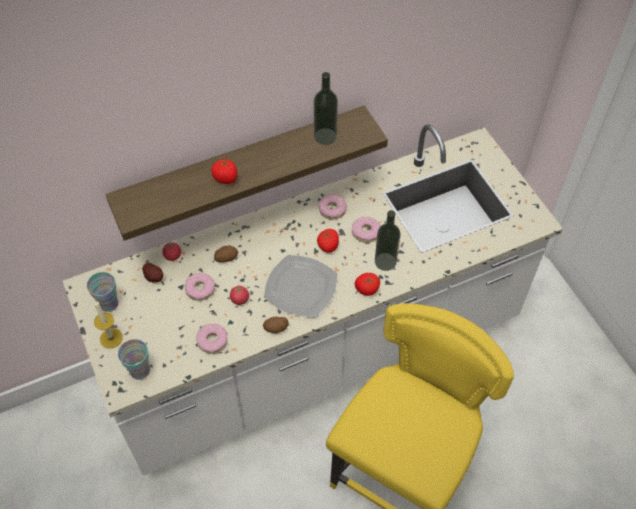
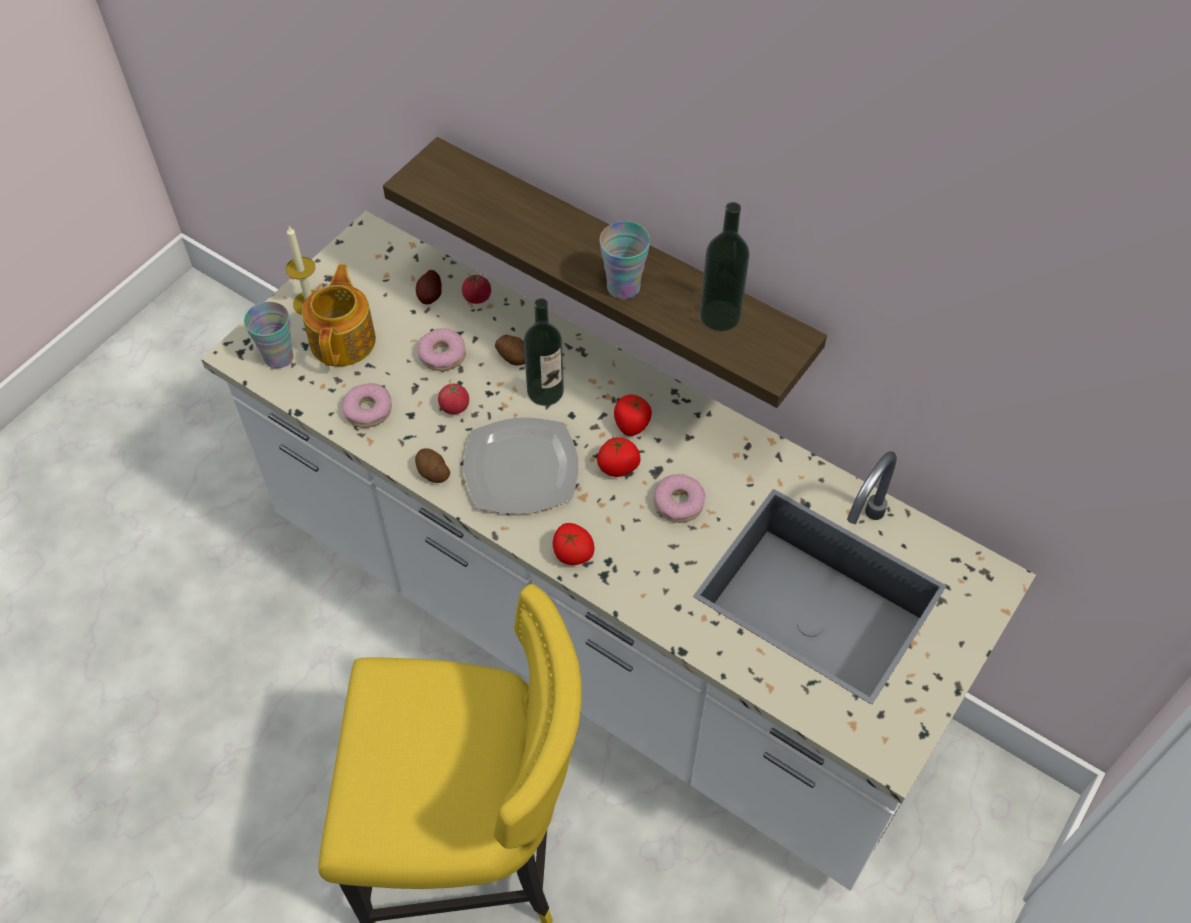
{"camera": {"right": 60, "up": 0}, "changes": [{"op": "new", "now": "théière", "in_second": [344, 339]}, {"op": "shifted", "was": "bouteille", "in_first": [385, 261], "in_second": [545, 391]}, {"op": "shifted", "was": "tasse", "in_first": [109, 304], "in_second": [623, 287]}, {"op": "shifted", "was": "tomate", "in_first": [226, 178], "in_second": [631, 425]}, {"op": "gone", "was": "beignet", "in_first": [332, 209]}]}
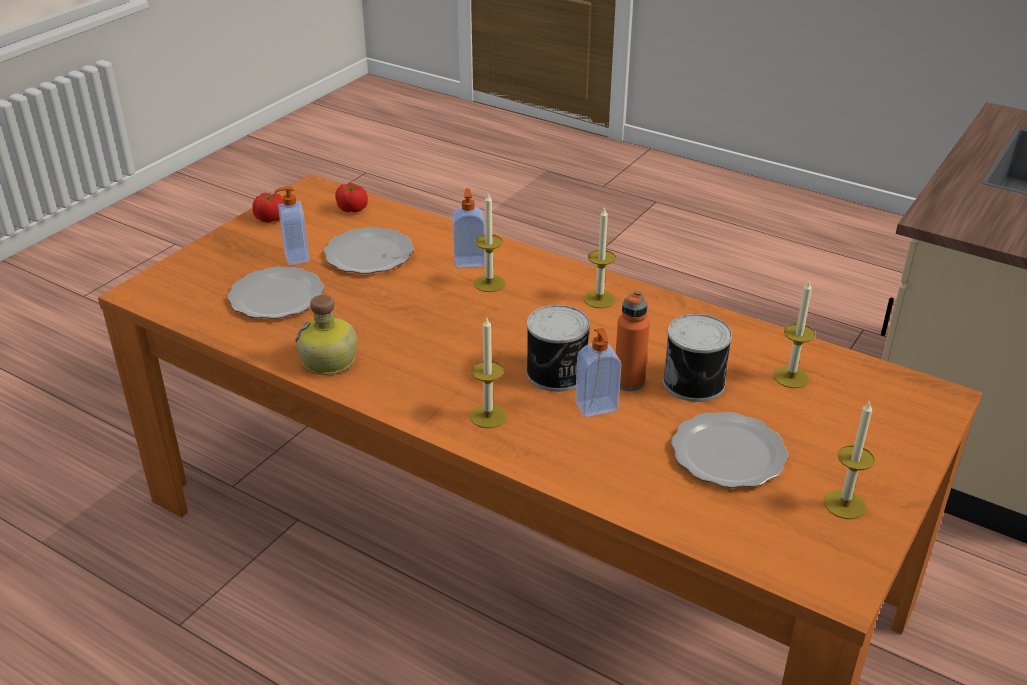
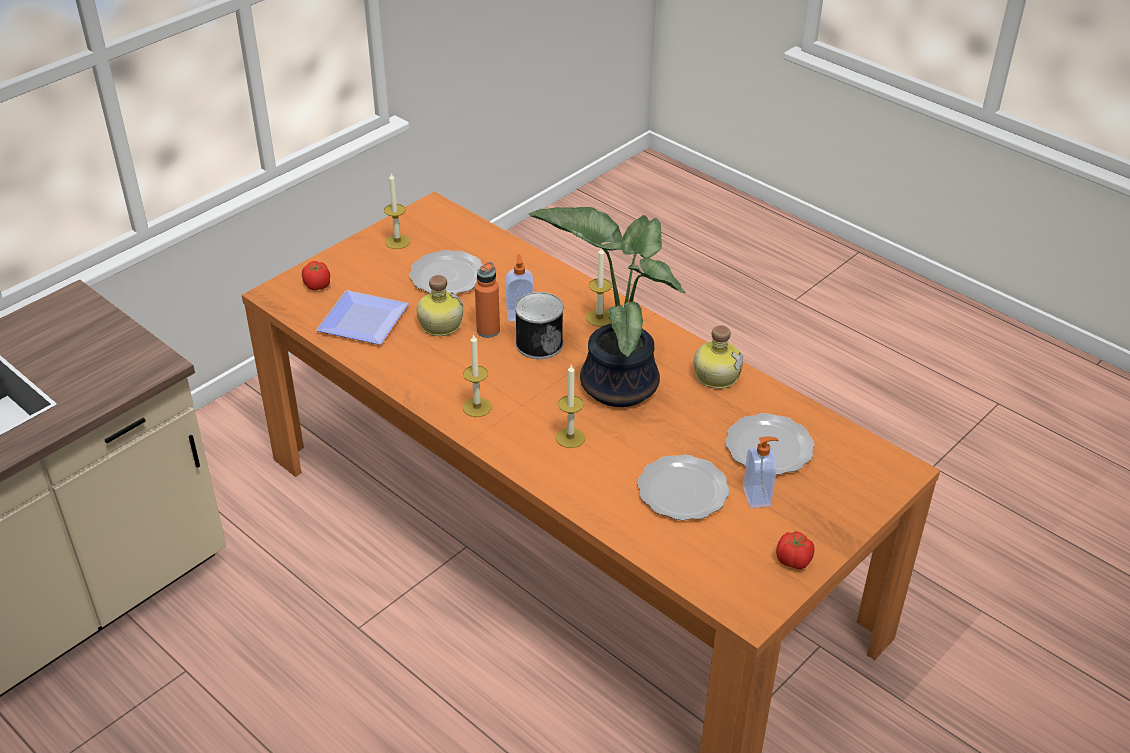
{"camera": {"right": -170, "up": 5}, "changes": [{"op": "shifted", "was": "tomate", "in_first": [352, 209], "in_second": [317, 286]}, {"op": "swapped", "was": "bougie", "now": "assiette", "in_first": [791, 377], "in_second": [366, 320]}, {"op": "swapped", "was": "boîte métallique", "now": "bouteille", "in_first": [695, 382], "in_second": [439, 324]}, {"op": "new", "now": "plante en pot", "in_second": [616, 383]}, {"op": "gone", "was": "distributeur de savon", "in_first": [469, 261]}]}
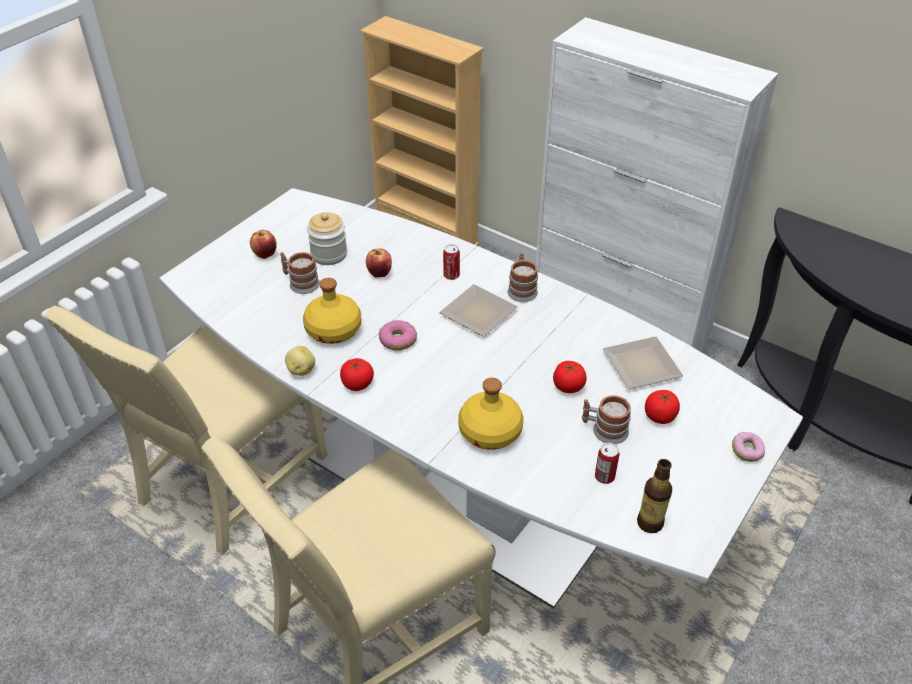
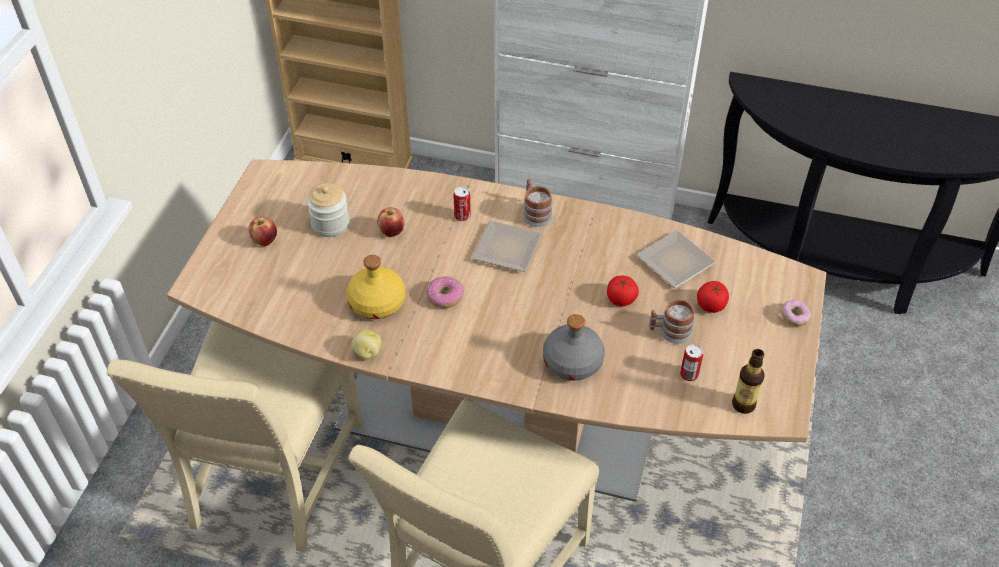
{"camera": {"right": -20, "up": 5}, "changes": [{"op": "repainted", "was": "table à manger (blanc)", "now": "table à manger (marron)", "in_first": [456, 487], "in_second": [500, 415]}, {"op": "repainted", "was": "bouteille (jaune)", "now": "bouteille (gris)", "in_first": [490, 432], "in_second": [572, 362]}, {"op": "gone", "was": "mug", "in_first": [300, 283]}, {"op": "gone", "was": "tomate", "in_first": [357, 384]}]}
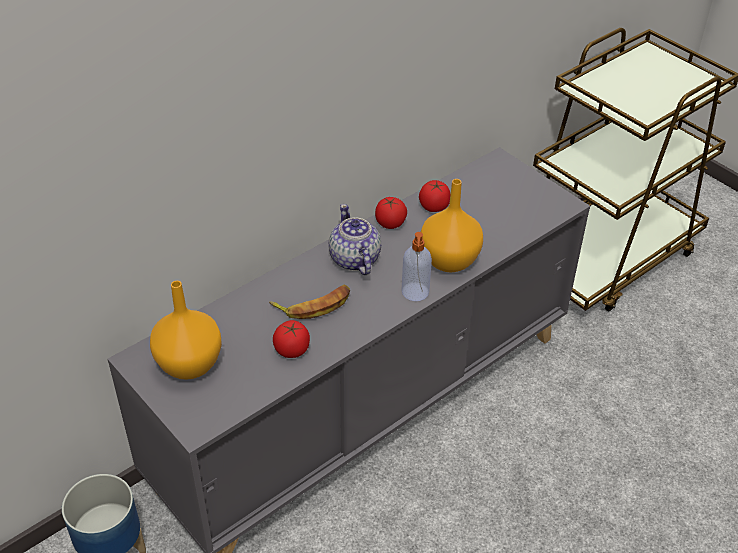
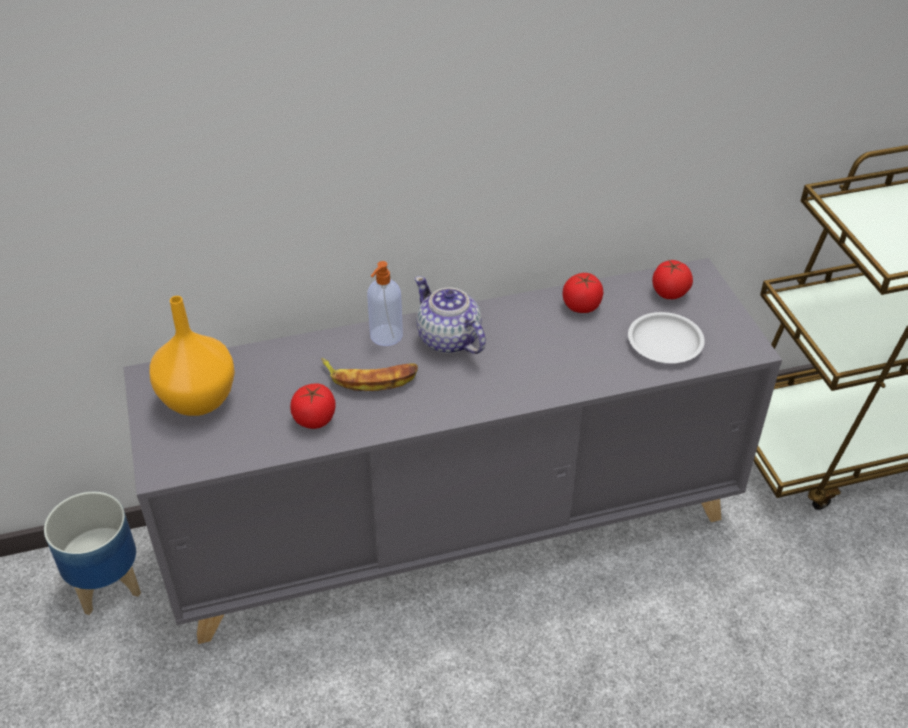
{"camera": {"right": 25, "up": 0}, "changes": [{"op": "shifted", "was": "distributeur de savon", "in_first": [415, 292], "in_second": [385, 336]}, {"op": "rotated", "was": "théière", "in_first": [354, 259], "in_second": [448, 340], "clockwise": -45}, {"op": "new", "now": "assiette (blanc)", "in_second": [665, 342]}, {"op": "shifted", "was": "tomate", "in_first": [390, 223], "in_second": [669, 293]}, {"op": "gone", "was": "vase (orange)", "in_first": [448, 261]}]}
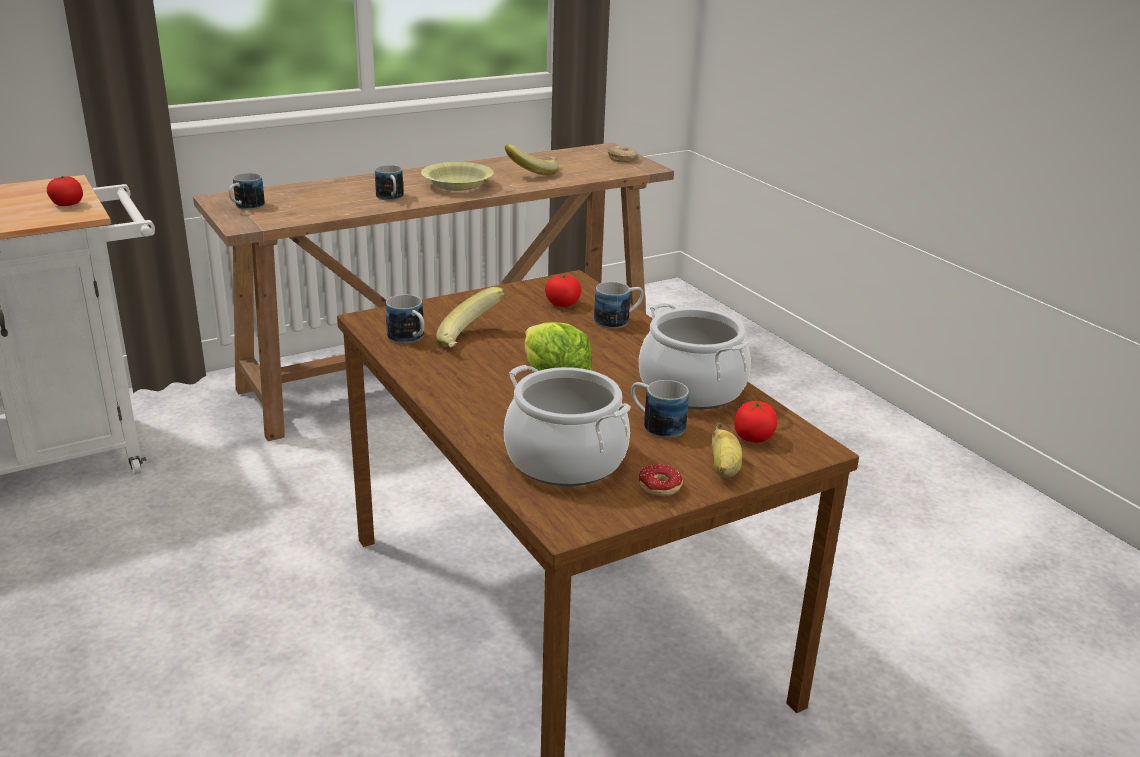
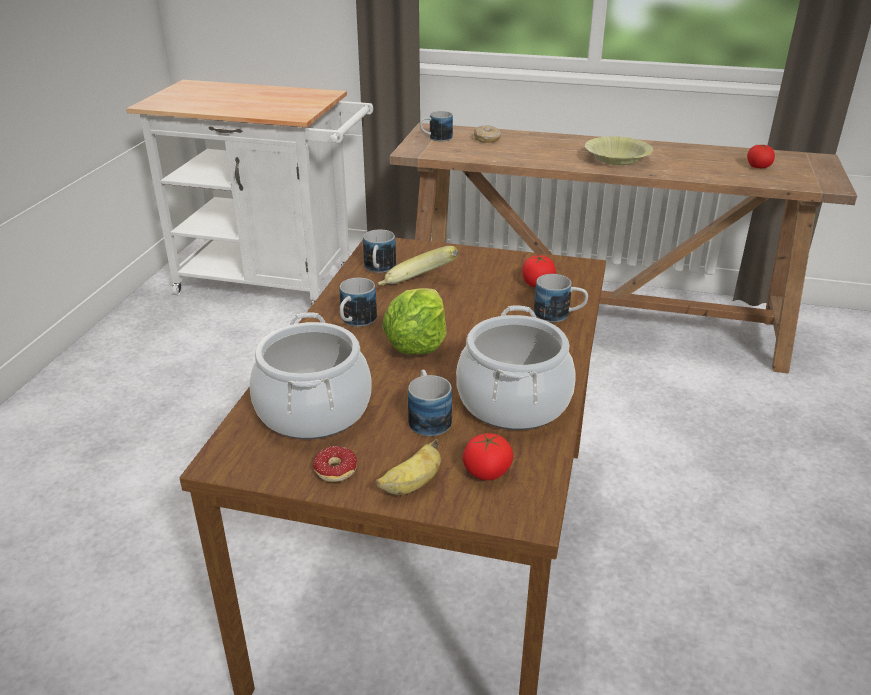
{"camera": {"right": 45, "up": 5}, "changes": [{"op": "shifted", "was": "mug", "in_first": [391, 198], "in_second": [355, 322]}, {"op": "shifted", "was": "beignet", "in_first": [622, 159], "in_second": [487, 139]}, {"op": "shifted", "was": "tomate", "in_first": [67, 204], "in_second": [758, 167]}, {"op": "gone", "was": "banane", "in_first": [533, 172]}]}
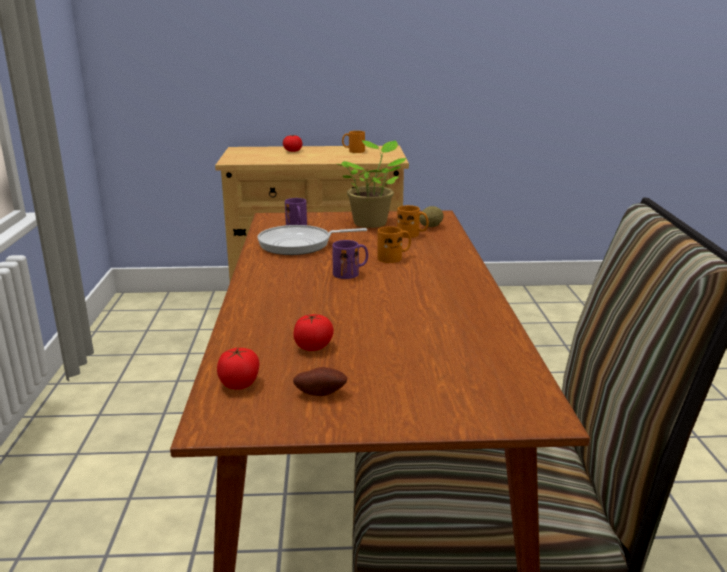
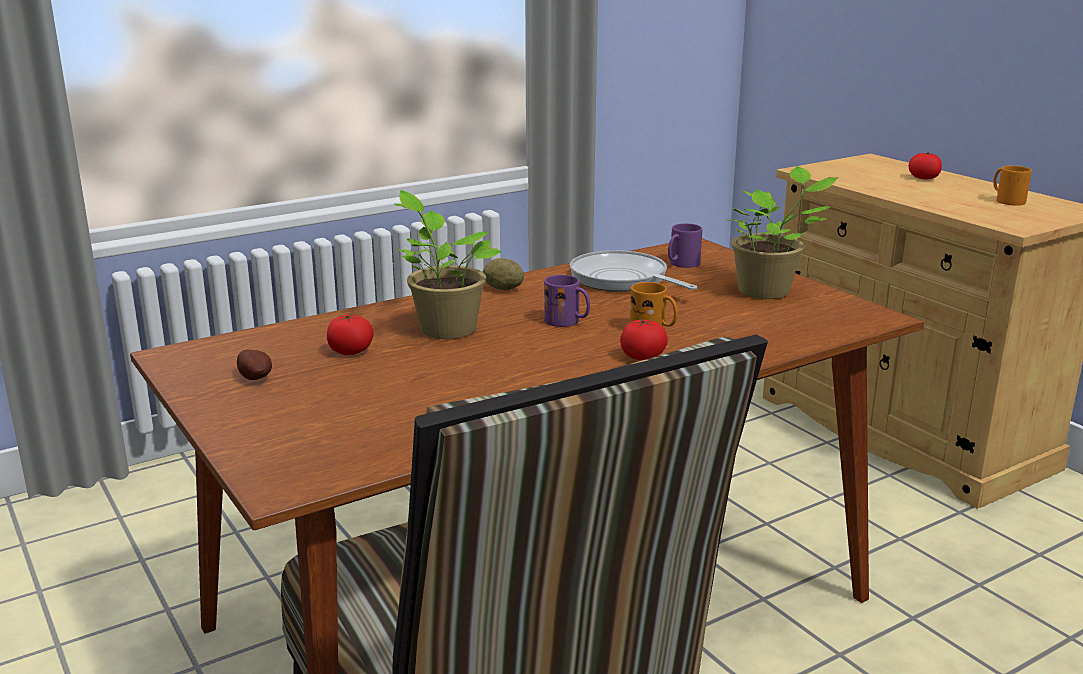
{"camera": {"right": 60, "up": 0}, "changes": [{"op": "new", "now": "plante en pot", "in_second": [444, 328]}, {"op": "shifted", "was": "pomme de terre", "in_first": [430, 226], "in_second": [503, 289]}, {"op": "shifted", "was": "tomate", "in_first": [239, 384], "in_second": [643, 357]}, {"op": "gone", "was": "mug (orange)", "in_first": [412, 235]}]}
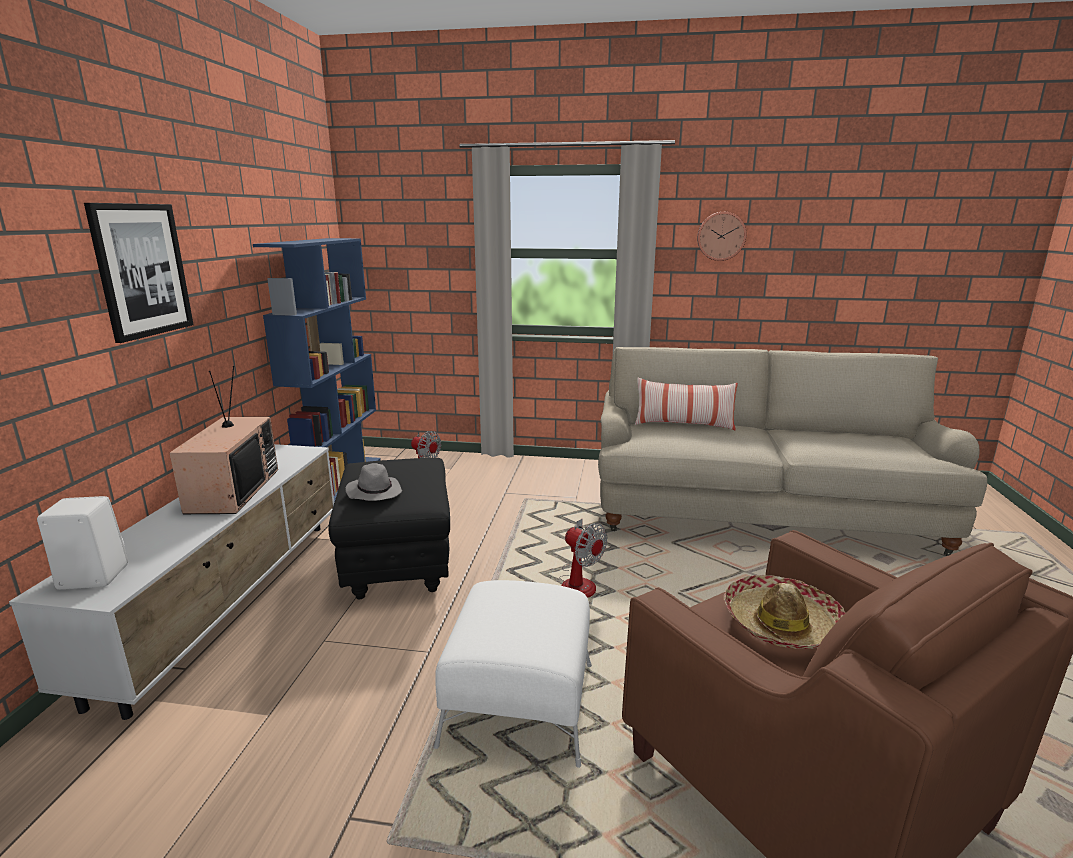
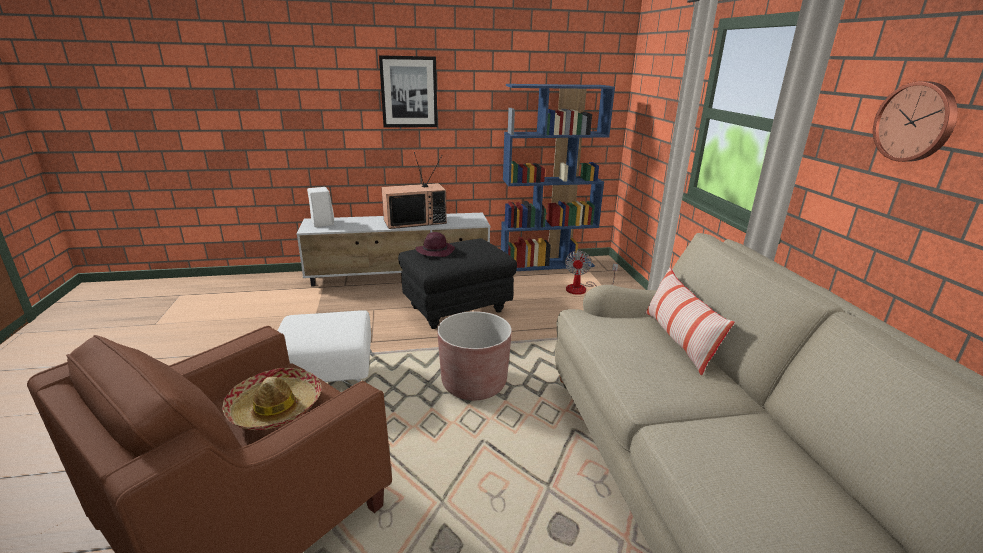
{"camera": {"right": 70, "up": 5}, "changes": [{"op": "repainted", "was": "chapeau (gris)", "now": "chapeau (violet)", "in_first": [374, 492], "in_second": [435, 251]}, {"op": "swapped", "was": "ventilateur", "now": "cache-pot (marron)", "in_first": [579, 582], "in_second": [474, 384]}]}
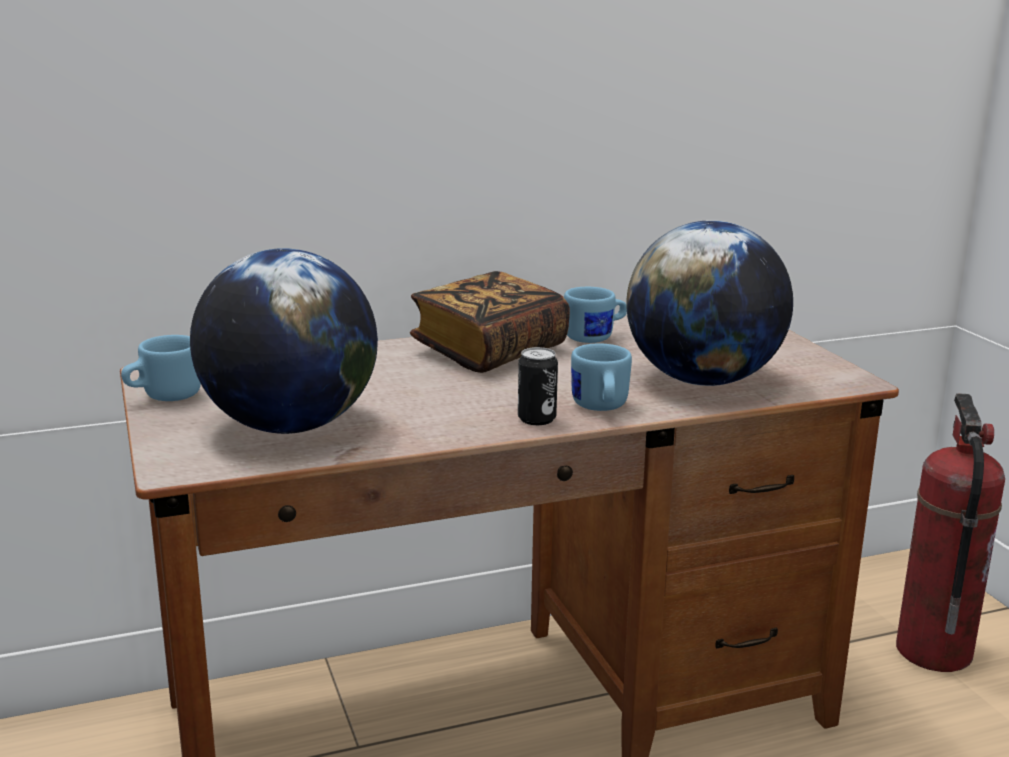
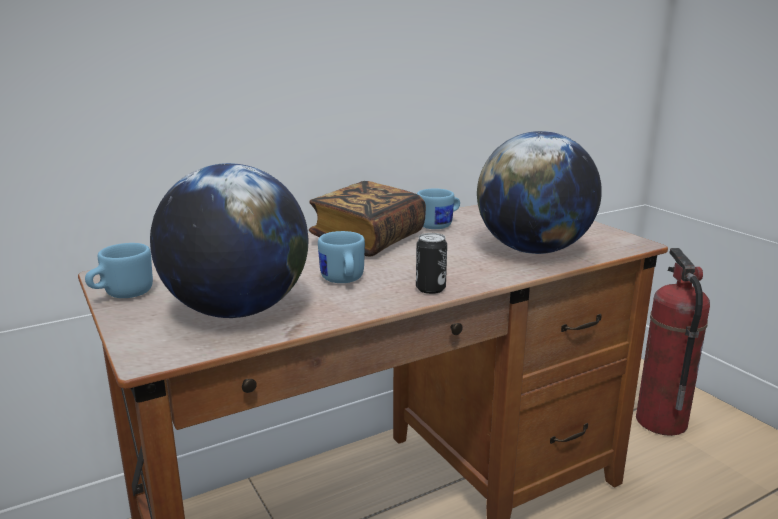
{"camera": {"right": -10, "up": 0}, "changes": [{"op": "shifted", "was": "mug (bleu)", "in_first": [600, 408], "in_second": [343, 281]}]}
